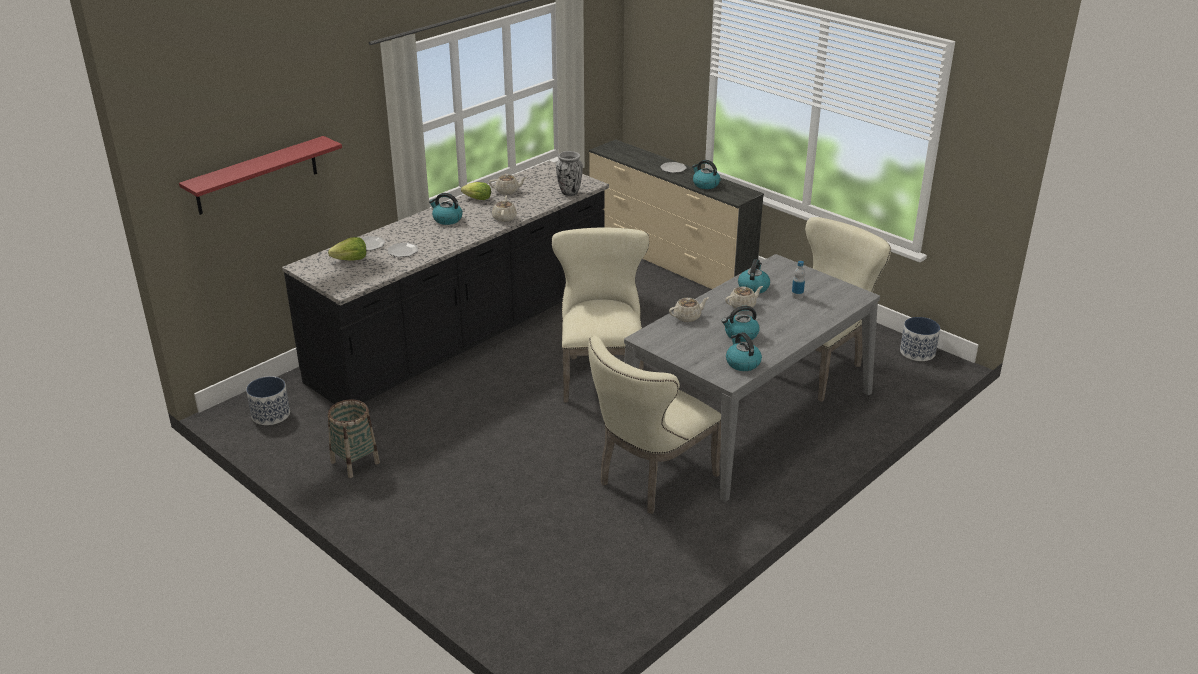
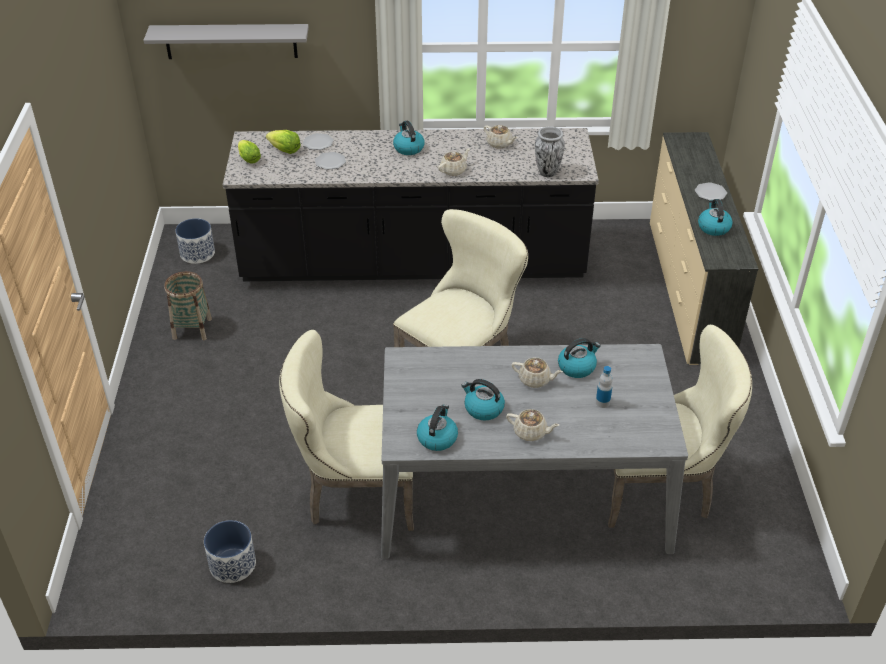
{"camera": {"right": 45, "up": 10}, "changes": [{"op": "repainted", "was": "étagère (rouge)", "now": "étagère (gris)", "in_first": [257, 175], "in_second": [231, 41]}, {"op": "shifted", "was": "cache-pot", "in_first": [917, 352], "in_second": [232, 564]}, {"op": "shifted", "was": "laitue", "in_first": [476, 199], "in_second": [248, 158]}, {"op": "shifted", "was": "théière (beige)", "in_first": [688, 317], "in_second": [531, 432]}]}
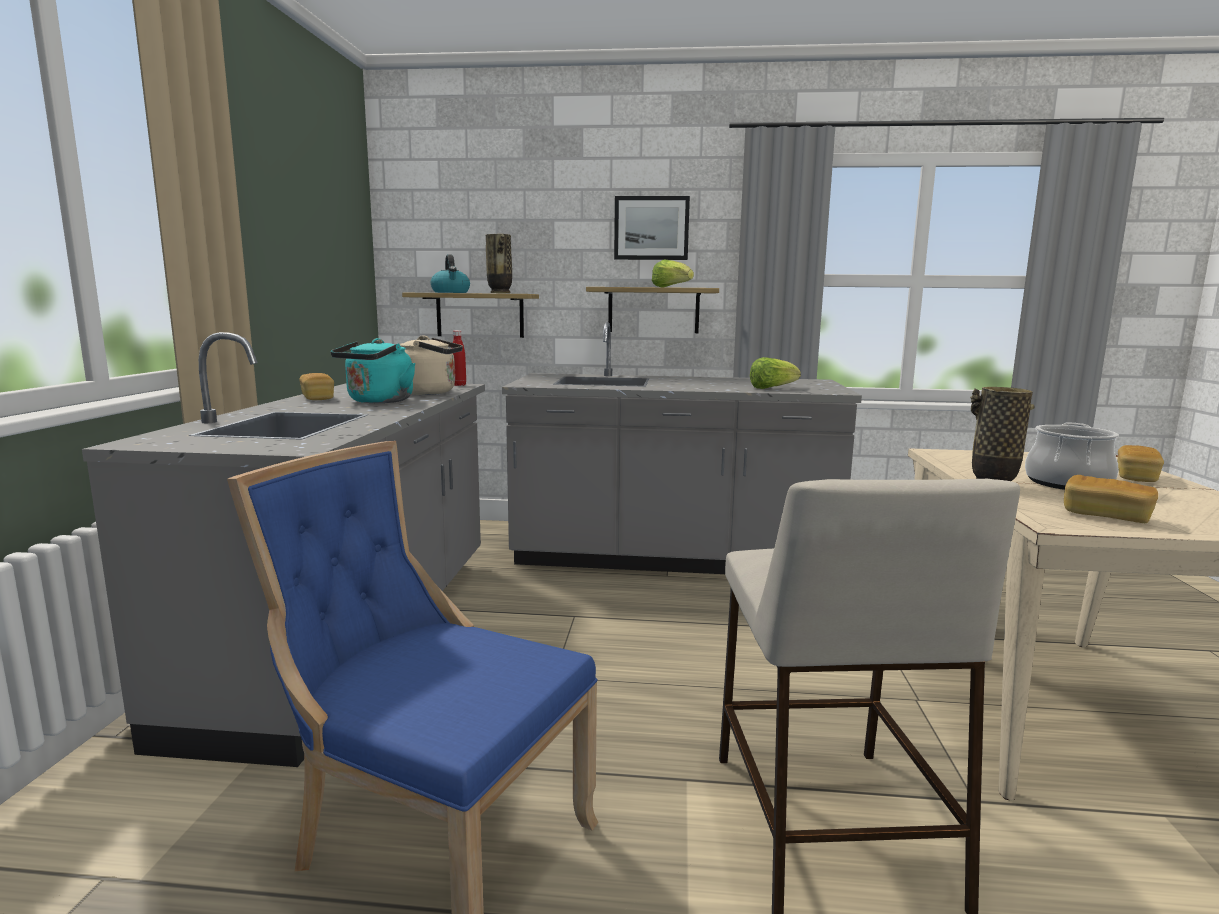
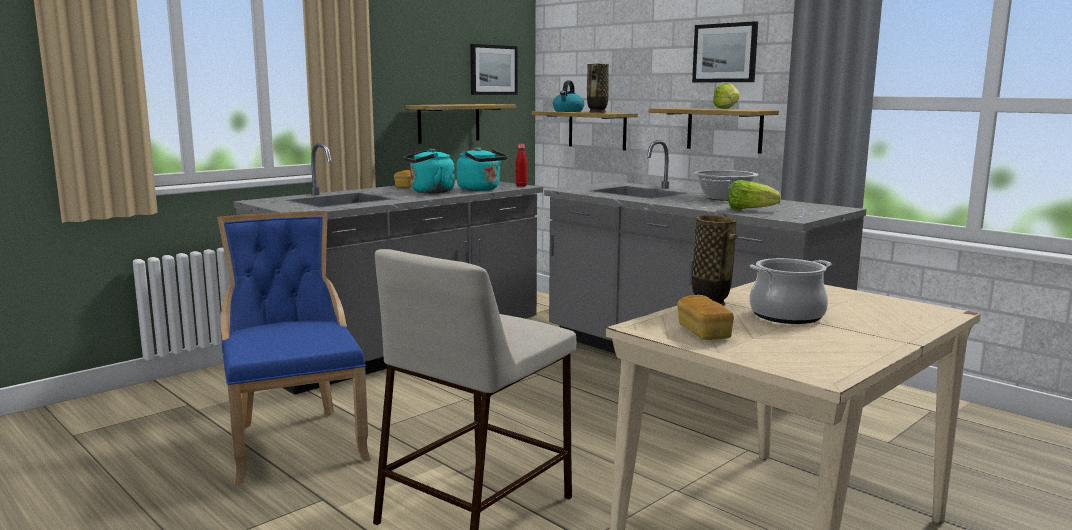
{"camera": {"right": 40, "up": 0}, "changes": [{"op": "new", "now": "étagère", "in_second": [449, 123]}, {"op": "repainted", "was": "bouilloire (beige)", "now": "bouilloire (turquoise)", "in_first": [430, 393], "in_second": [481, 189]}, {"op": "new", "now": "tableau", "in_second": [493, 70]}, {"op": "new", "now": "marmite", "in_second": [724, 198]}, {"op": "gone", "was": "pain", "in_first": [1136, 477]}]}
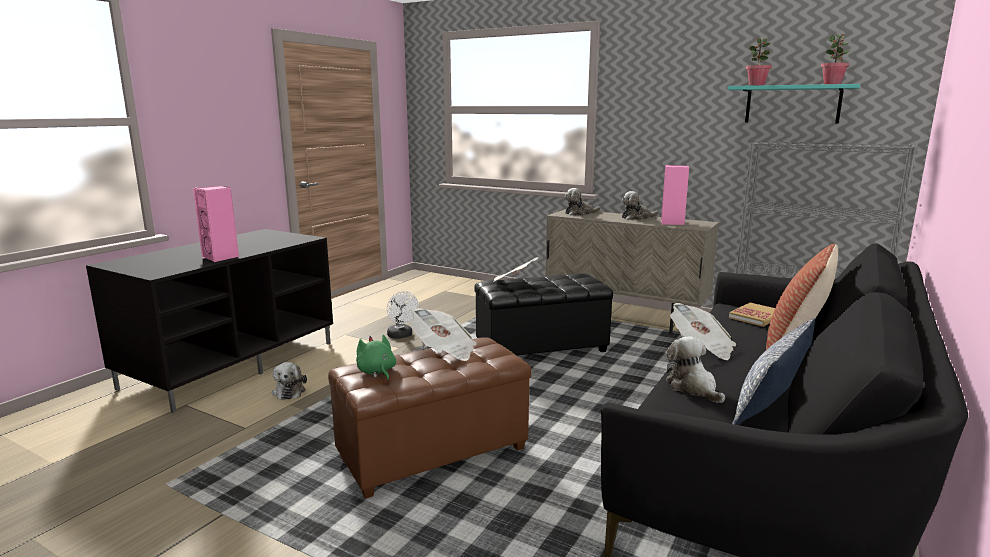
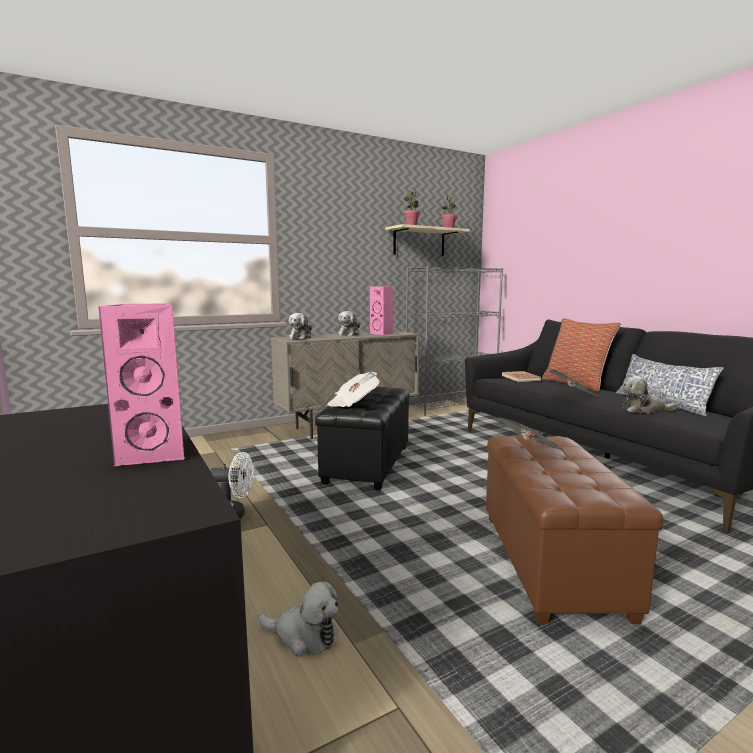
{"camera": {"right": -60, "up": -5}, "changes": [{"op": "repainted", "was": "étagère (turquoise)", "now": "étagère (beige)", "in_first": [792, 104], "in_second": [419, 242]}, {"op": "gone", "was": "peluche (vert)", "in_first": [376, 372]}]}
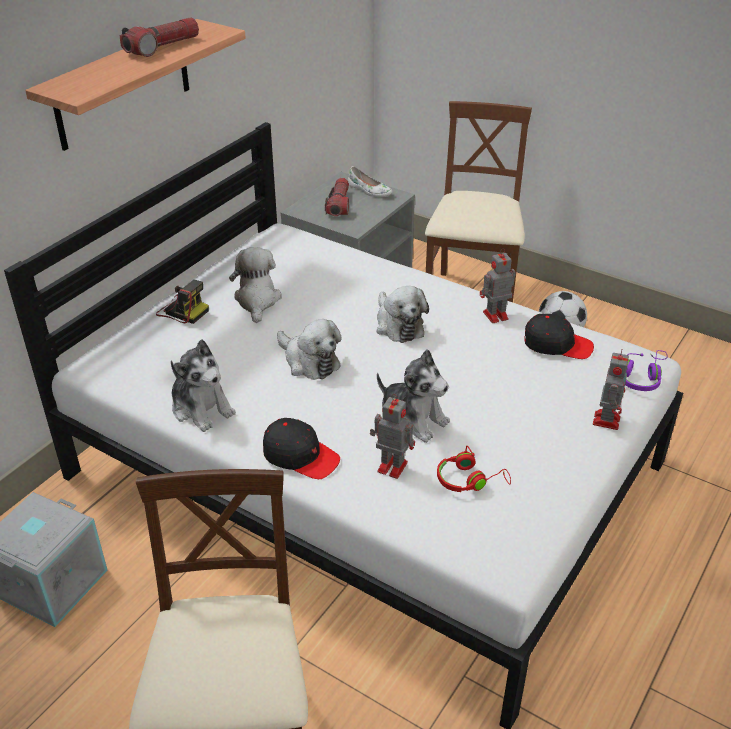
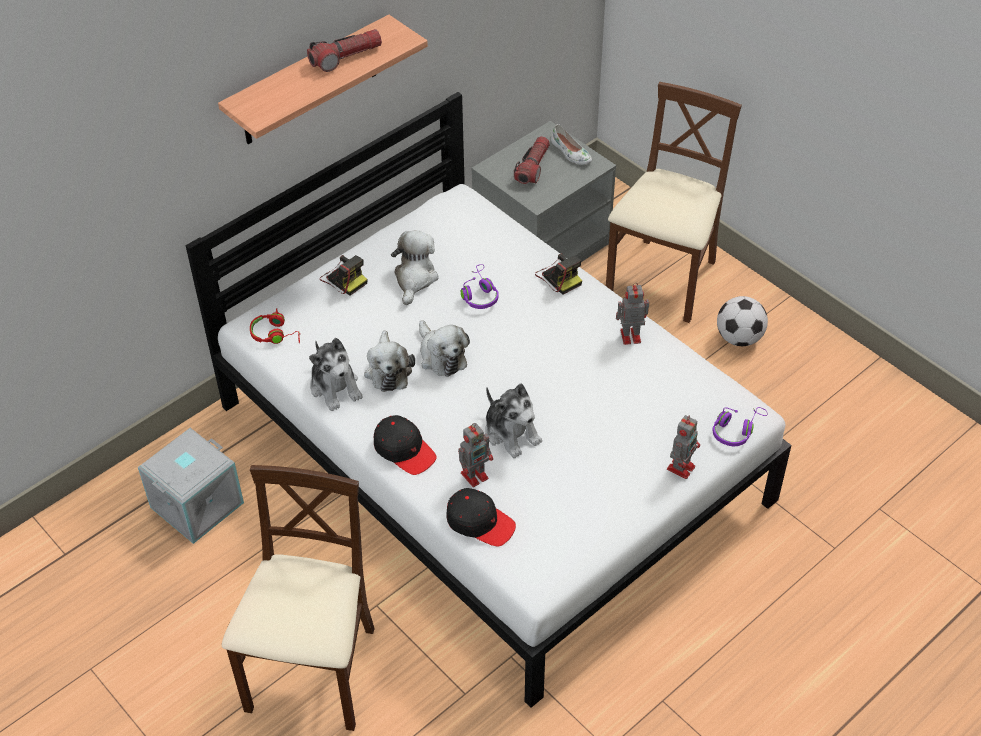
{"camera": {"right": 15, "up": 10}, "changes": [{"op": "shifted", "was": "casque audio (rouge)", "in_first": [469, 480], "in_second": [276, 334]}, {"op": "shifted", "was": "peluche", "in_first": [398, 325], "in_second": [388, 370]}, {"op": "shifted", "was": "casquette (noir)", "in_first": [557, 344], "in_second": [480, 522]}, {"op": "rotated", "was": "robot jouet", "in_first": [391, 466], "in_second": [475, 475], "clockwise": 105}, {"op": "new", "now": "casque audio (violet)", "in_second": [479, 294]}, {"op": "new", "now": "appareil photo", "in_second": [559, 277]}]}
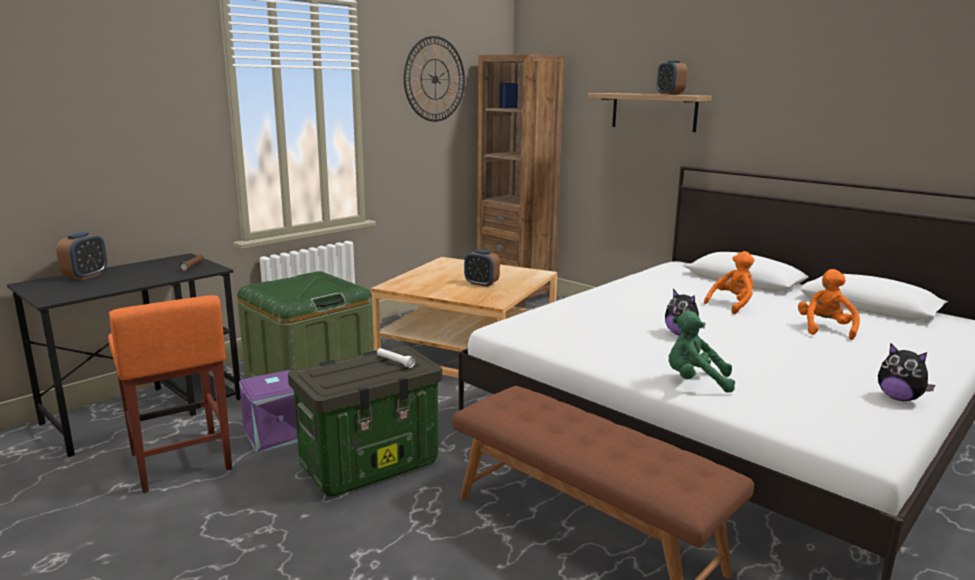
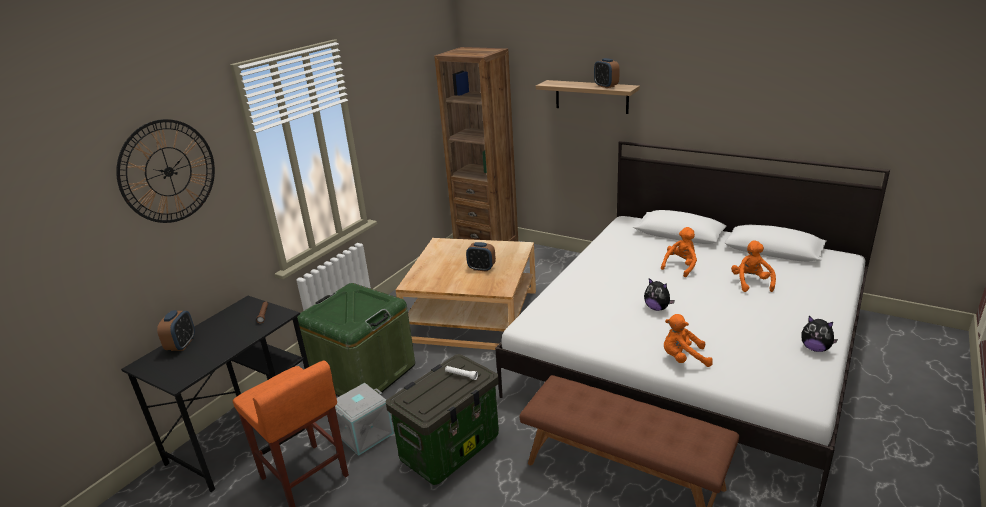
{"camera": {"right": -10, "up": 10}, "changes": [{"op": "shifted", "was": "horloge murale", "in_first": [435, 79], "in_second": [168, 171]}, {"op": "repainted", "was": "boîte de rangement (violet)", "now": "boîte de rangement (gris)", "in_first": [277, 433], "in_second": [364, 433]}, {"op": "repainted", "was": "peluche (vert)", "now": "peluche (orange)", "in_first": [695, 381], "in_second": [683, 358]}]}
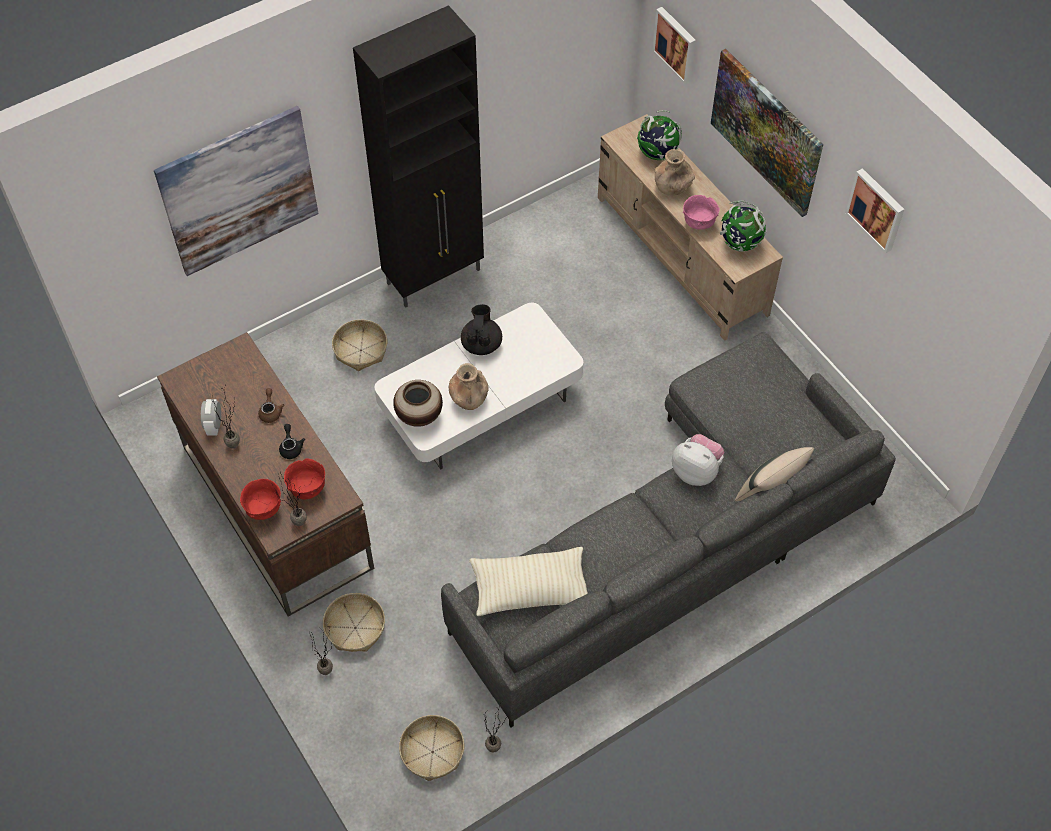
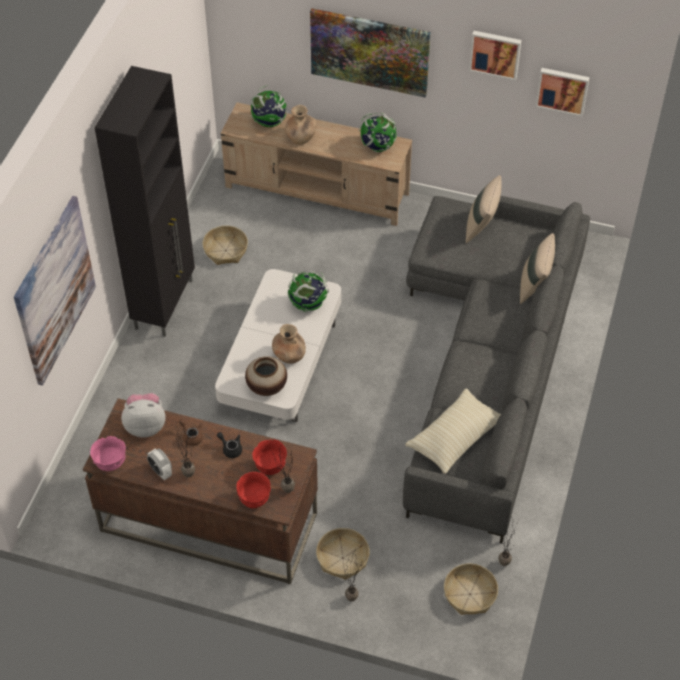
{"camera": {"right": -40, "up": -5}, "changes": [{"op": "shifted", "was": "bol (rose)", "in_first": [698, 223], "in_second": [110, 463]}, {"op": "shifted", "was": "peluche", "in_first": [696, 471], "in_second": [145, 425]}, {"op": "shifted", "was": "panier", "in_first": [360, 350], "in_second": [225, 250]}, {"op": "new", "now": "globe", "in_second": [308, 304]}, {"op": "new", "now": "coussin (beige)", "in_second": [481, 226]}, {"op": "shifted", "was": "tableau", "in_first": [676, 44], "in_second": [562, 90]}, {"op": "gone", "was": "théière (noir)", "in_first": [481, 344]}]}
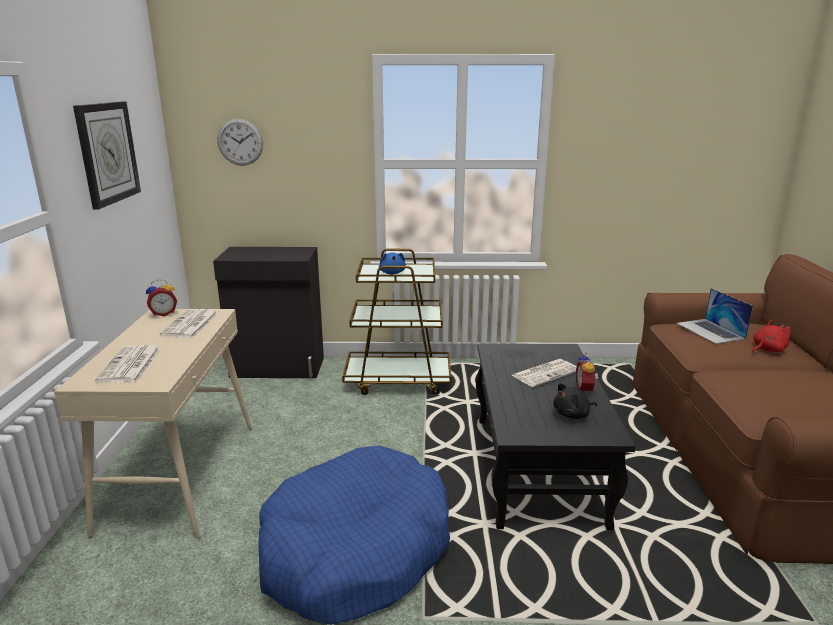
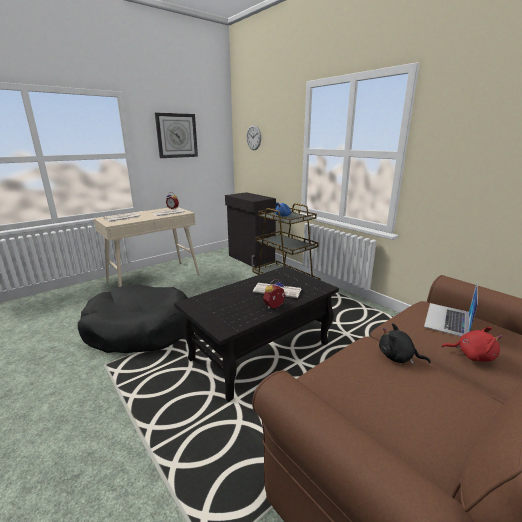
{"camera": {"right": 50, "up": 0}, "changes": [{"op": "repainted", "was": "panier pour chien (bleu)", "now": "panier pour chien (noir)", "in_first": [355, 550], "in_second": [139, 330]}, {"op": "shifted", "was": "peluche (noir)", "in_first": [573, 414], "in_second": [398, 357]}]}
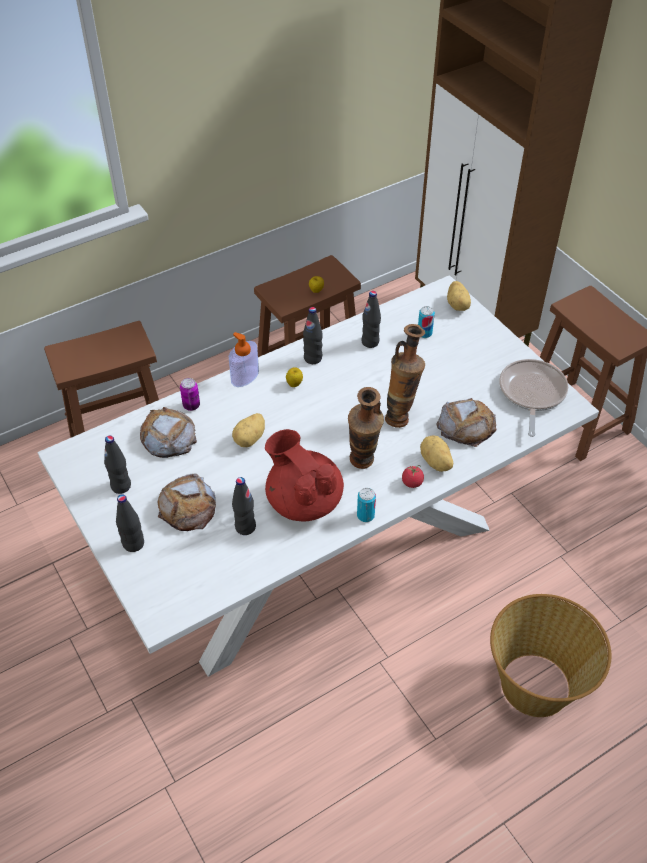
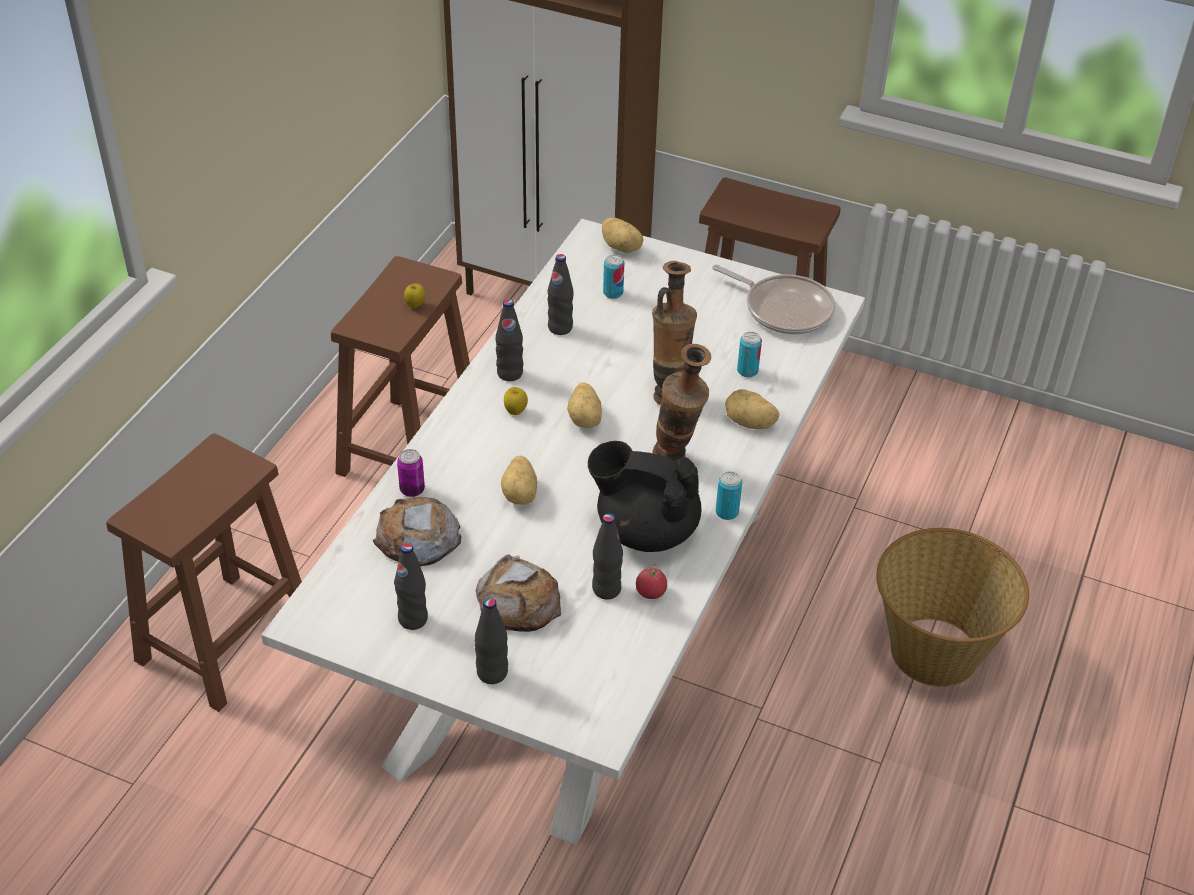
{"camera": {"right": -35, "up": -5}, "changes": [{"op": "new", "now": "pomme de terre", "in_second": [585, 418]}, {"op": "repainted", "was": "théière (rouge)", "now": "théière (noir)", "in_first": [303, 500], "in_second": [645, 529]}, {"op": "shifted", "was": "tomate", "in_first": [412, 482], "in_second": [651, 592]}, {"op": "rotated", "was": "poêle", "in_first": [531, 394], "in_second": [784, 309], "clockwise": 150}, {"op": "swapped", "was": "pain", "now": "boîte métallique", "in_first": [466, 426], "in_second": [747, 371]}, {"op": "gone", "was": "distributeur de savon", "in_first": [245, 376]}]}
